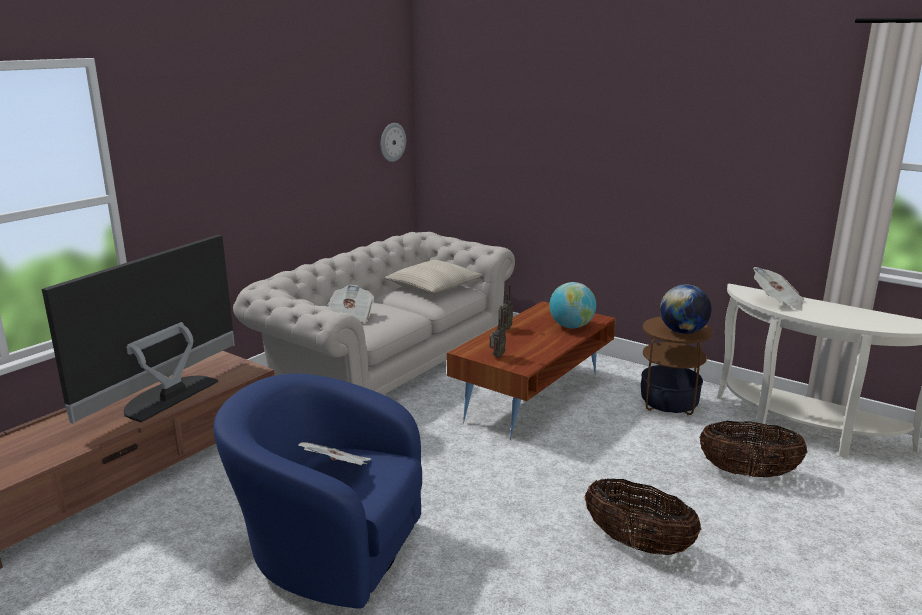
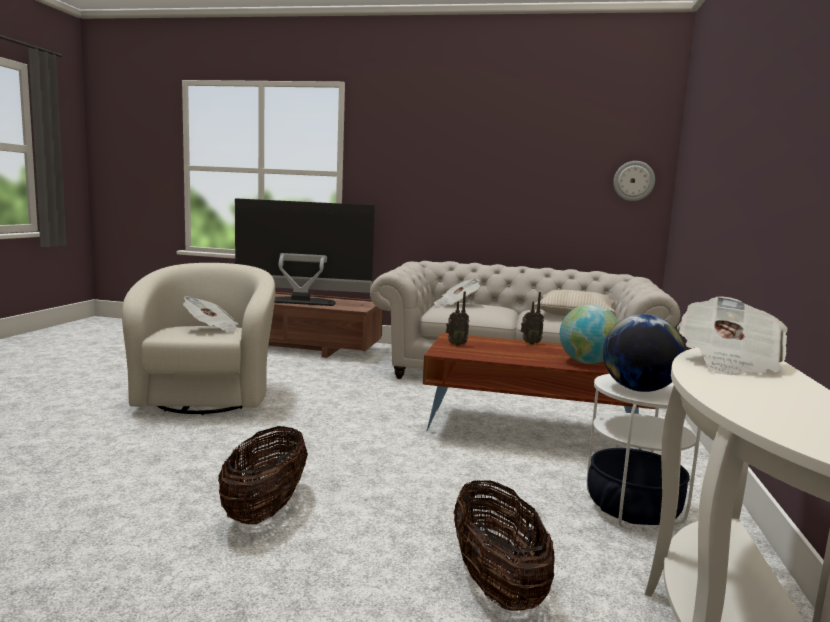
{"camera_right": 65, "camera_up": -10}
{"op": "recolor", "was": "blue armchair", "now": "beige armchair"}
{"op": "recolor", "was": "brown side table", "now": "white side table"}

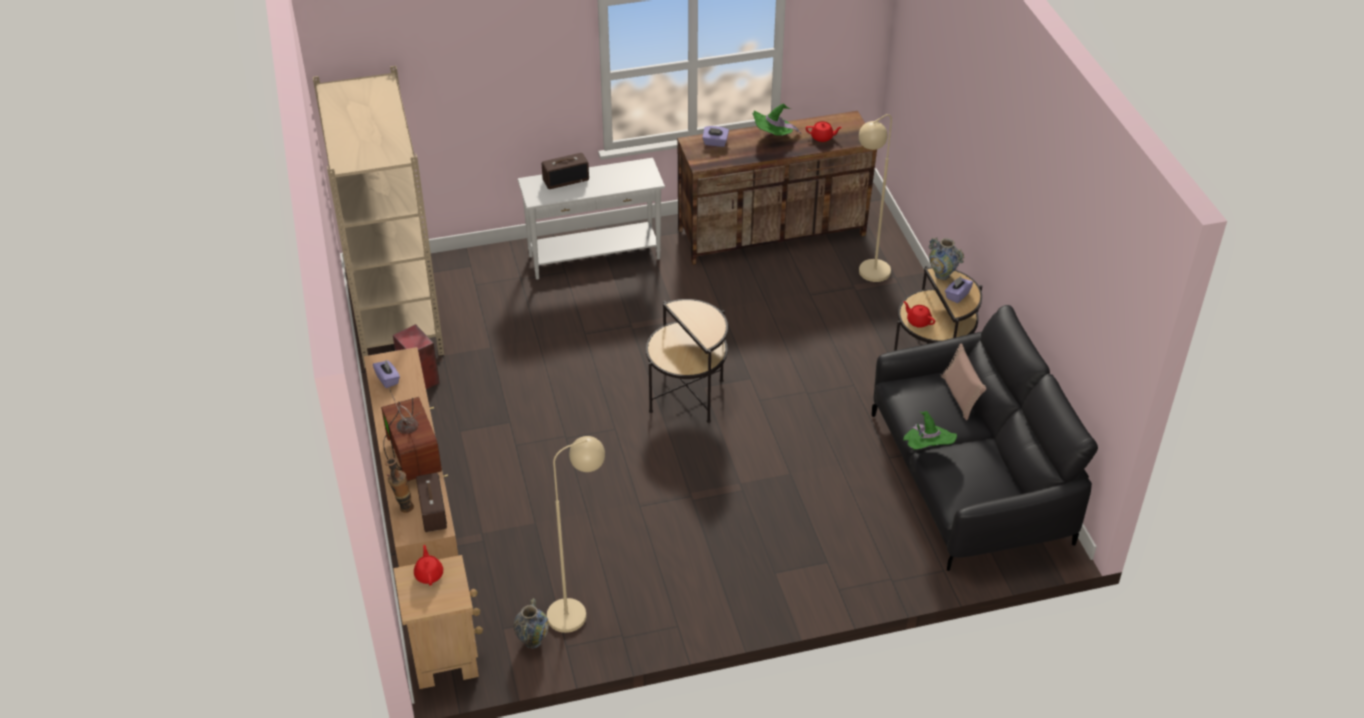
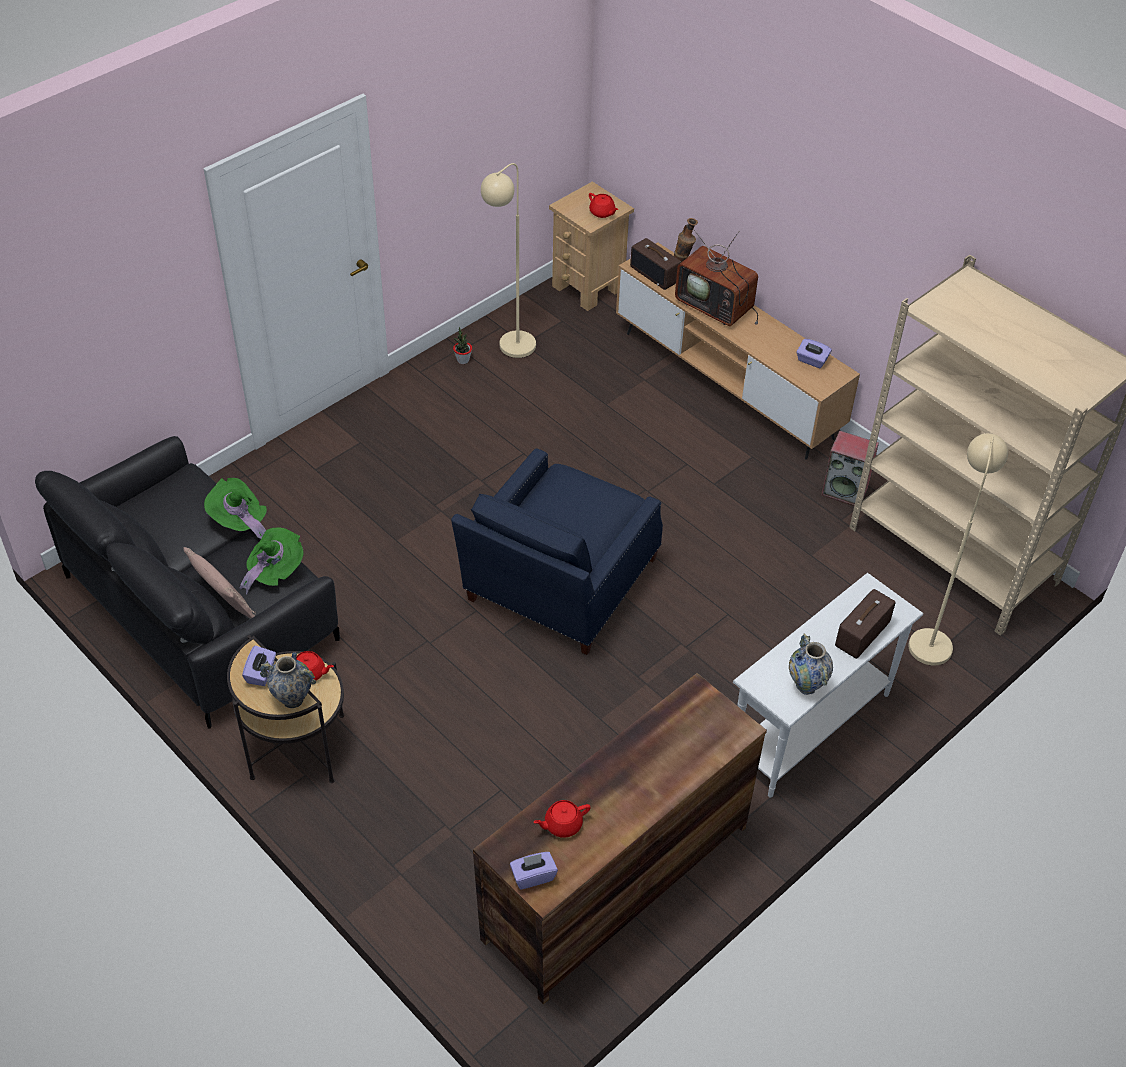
{"camera_right": 150, "camera_up": 5}
{"op": "insert", "now": "potted plant"}
{"op": "move", "was": "vase (2nd from left in the first image)", "now": "vase (3rd from left)"}
{"op": "move", "was": "purple tissue box (2nd from left)"}
{"op": "move", "was": "green hat (1st from left in the first image)", "now": "green hat (2nd from left)"}
{"op": "move", "was": "beige floor lamp (2nd from left)"}
{"op": "replace", "was": "side table (1st from left)", "now": "blue armchair"}

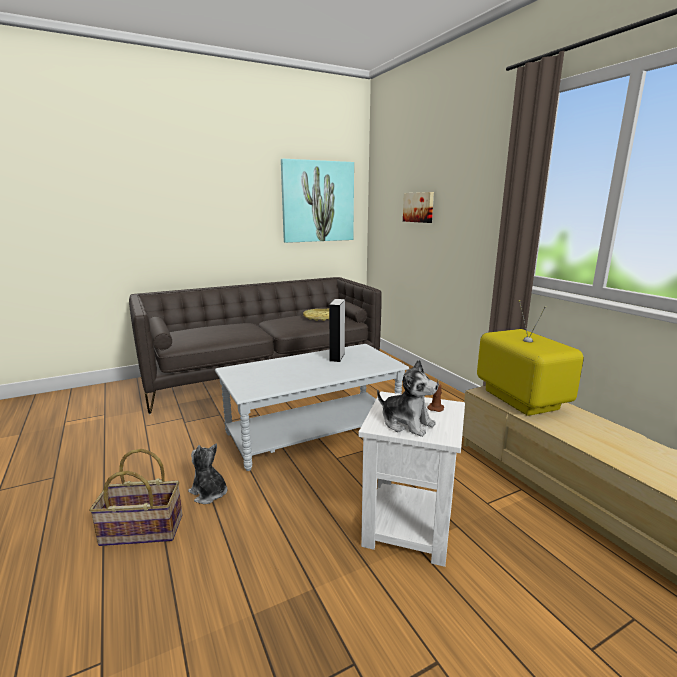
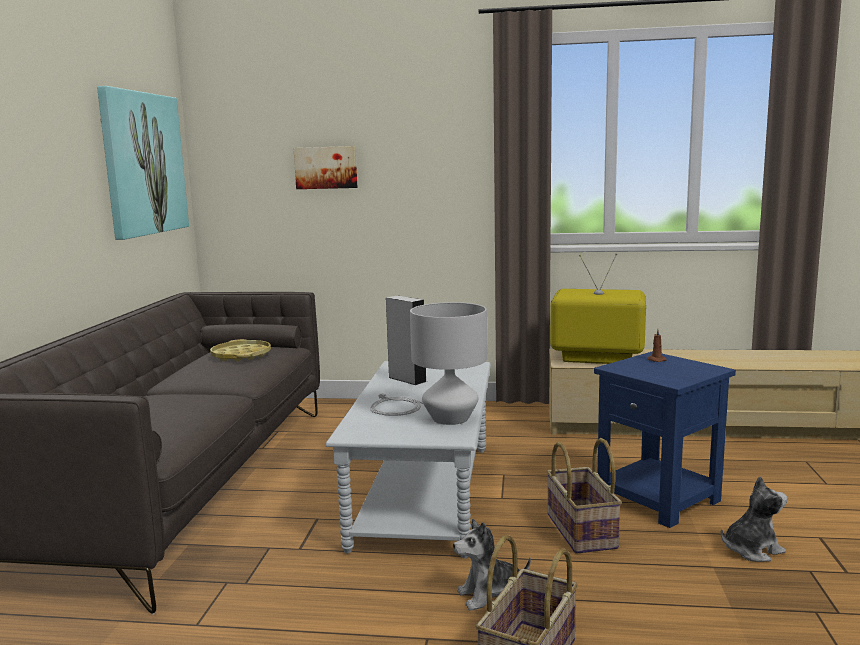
{"camera_right": -55, "camera_up": -5}
{"op": "insert", "now": "white table lamp"}
{"op": "insert", "now": "basket (2nd from left)"}
{"op": "move", "was": "plush toy (2nd from left)"}
{"op": "recolor", "was": "white side table", "now": "blue side table"}

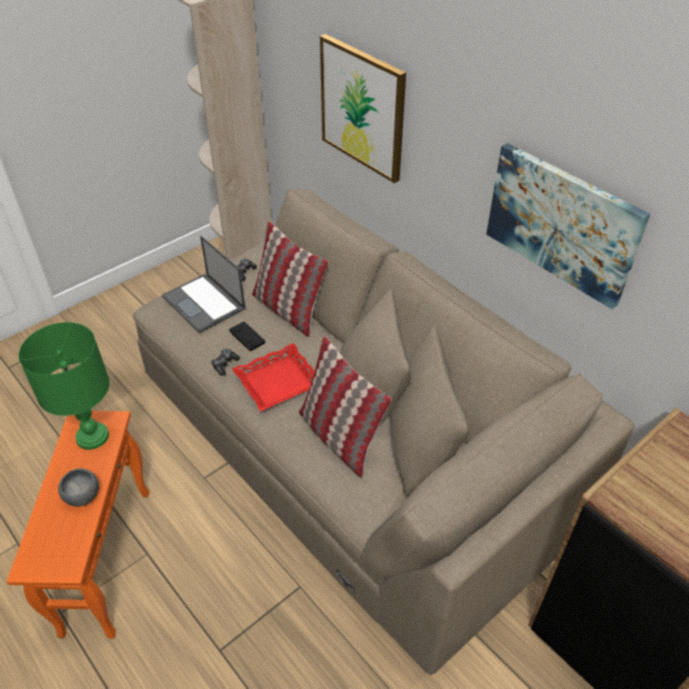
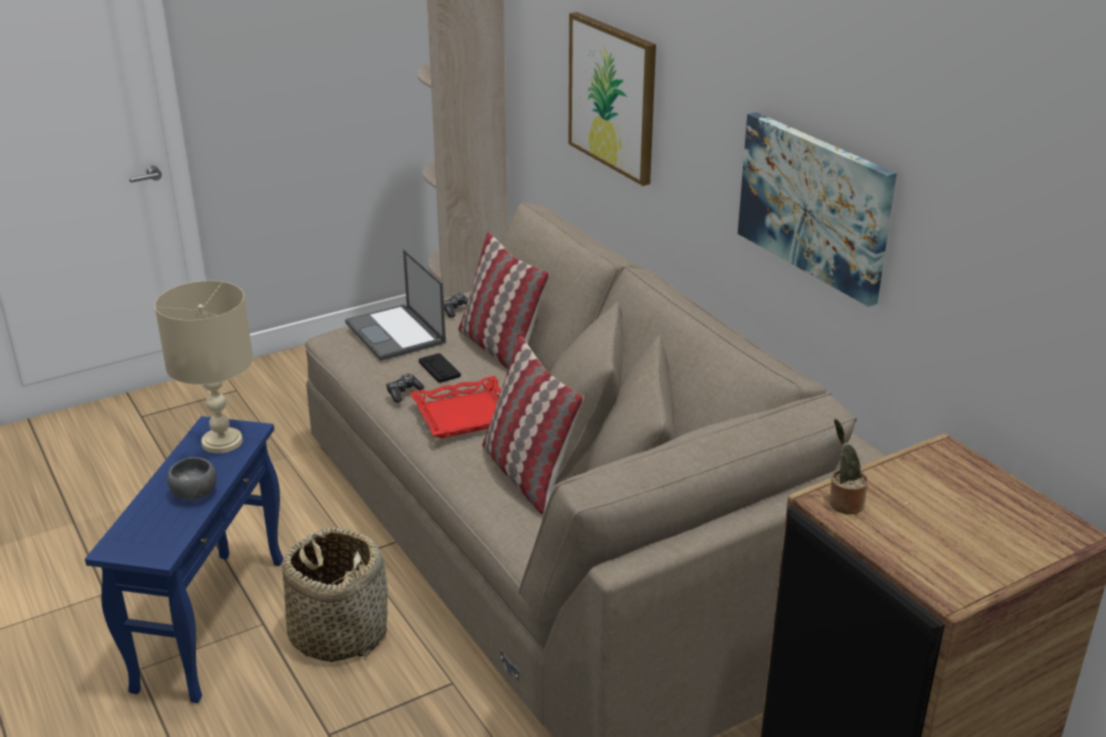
{"camera_right": 10, "camera_up": -15}
{"op": "insert", "now": "basket"}
{"op": "insert", "now": "potted plant"}
{"op": "recolor", "was": "orange side table", "now": "blue side table"}
{"op": "recolor", "was": "green table lamp", "now": "beige table lamp"}

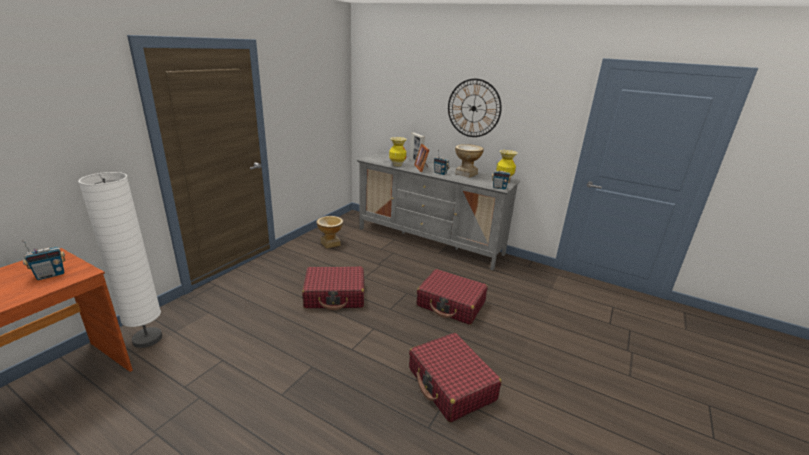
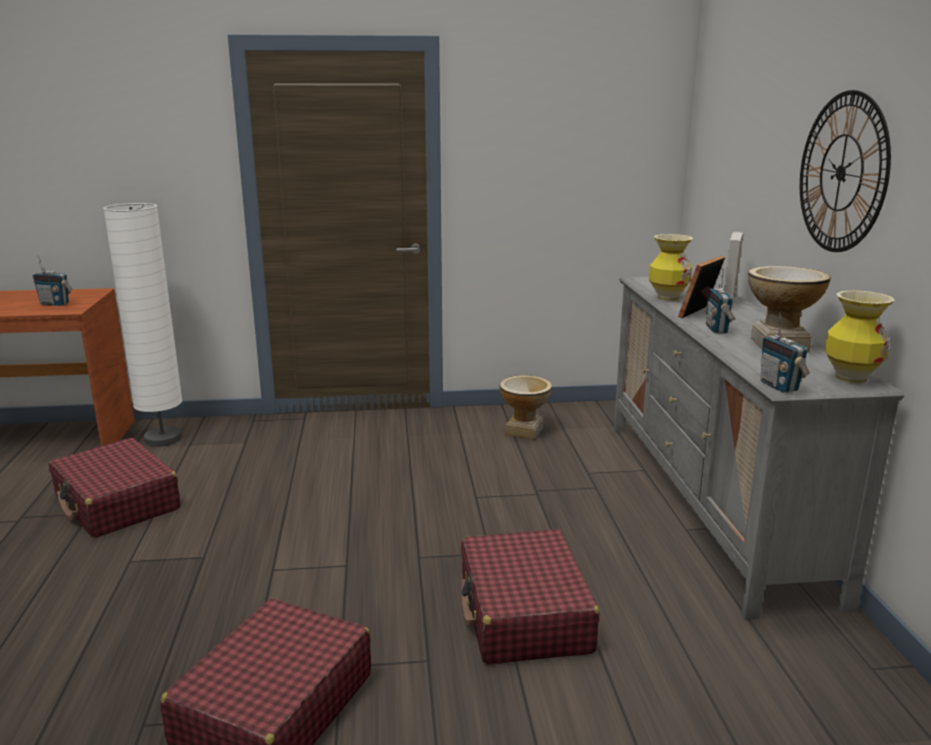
{"camera_right": 55, "camera_up": -5}
{"op": "move", "was": "red suitcase (1st from left)"}

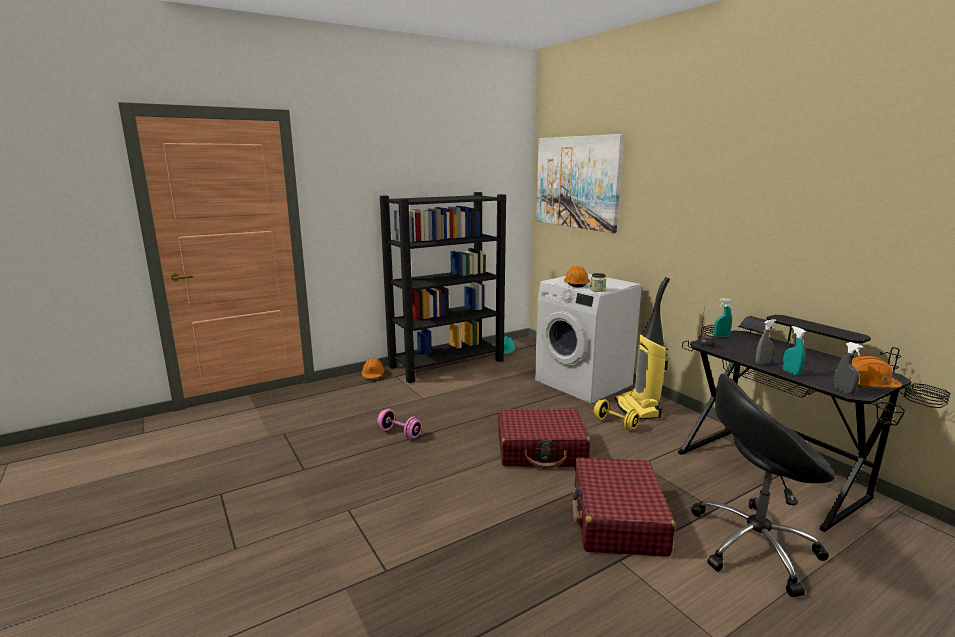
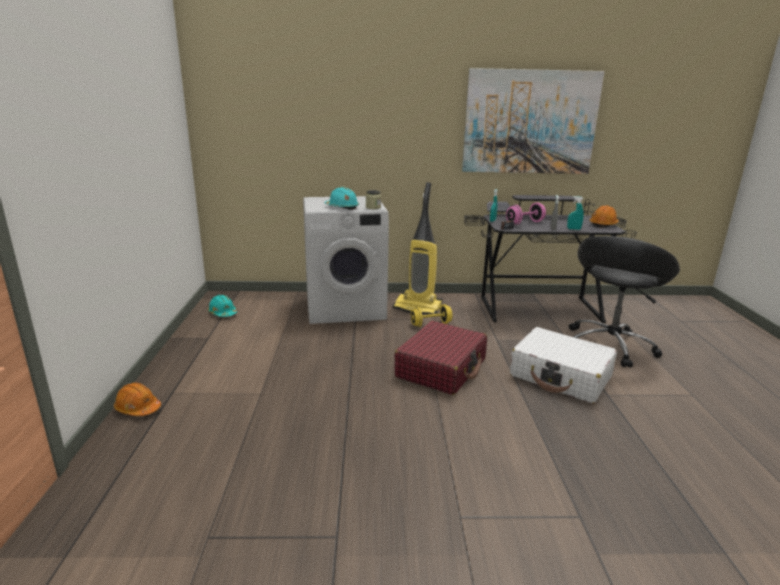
{"camera_right": -60, "camera_up": 5}
{"op": "delete", "was": "black bookcase"}
{"op": "delete", "was": "grey spray bottle (2nd from left)"}
{"op": "move", "was": "pink dumbbell"}
{"op": "move", "was": "picture"}
{"op": "recolor", "was": "orange hard hat (2nd from left)", "now": "turquoise hard hat (2nd from left)"}
{"op": "recolor", "was": "red suitcase (2nd from left)", "now": "white suitcase"}

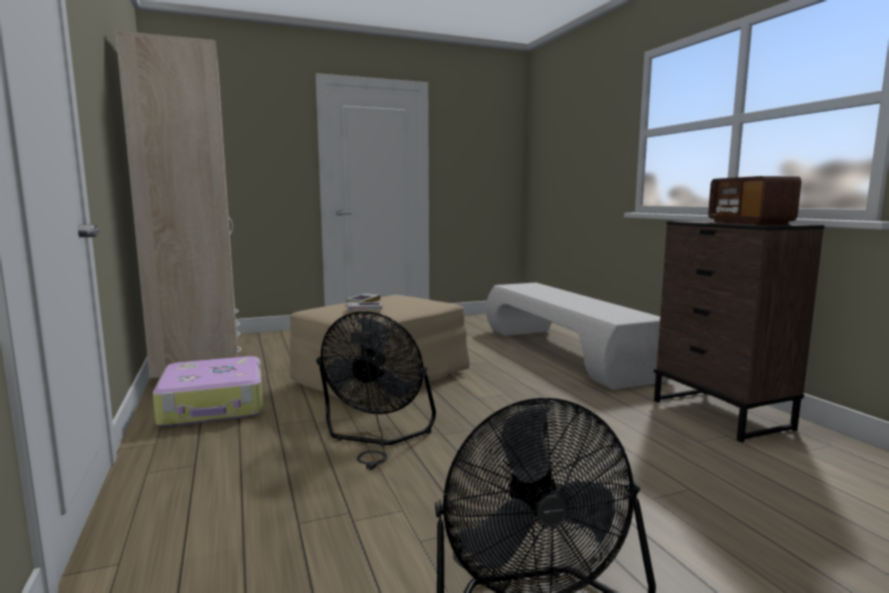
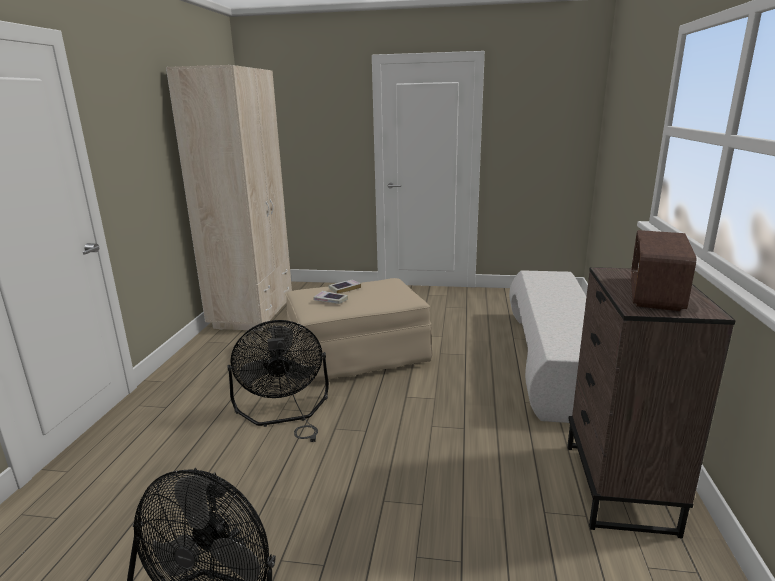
{"camera_right": 30, "camera_up": 10}
{"op": "delete", "was": "suitcase"}
{"op": "rotate", "was": "black fan (1st from left in the first image)", "clockwise": -60}

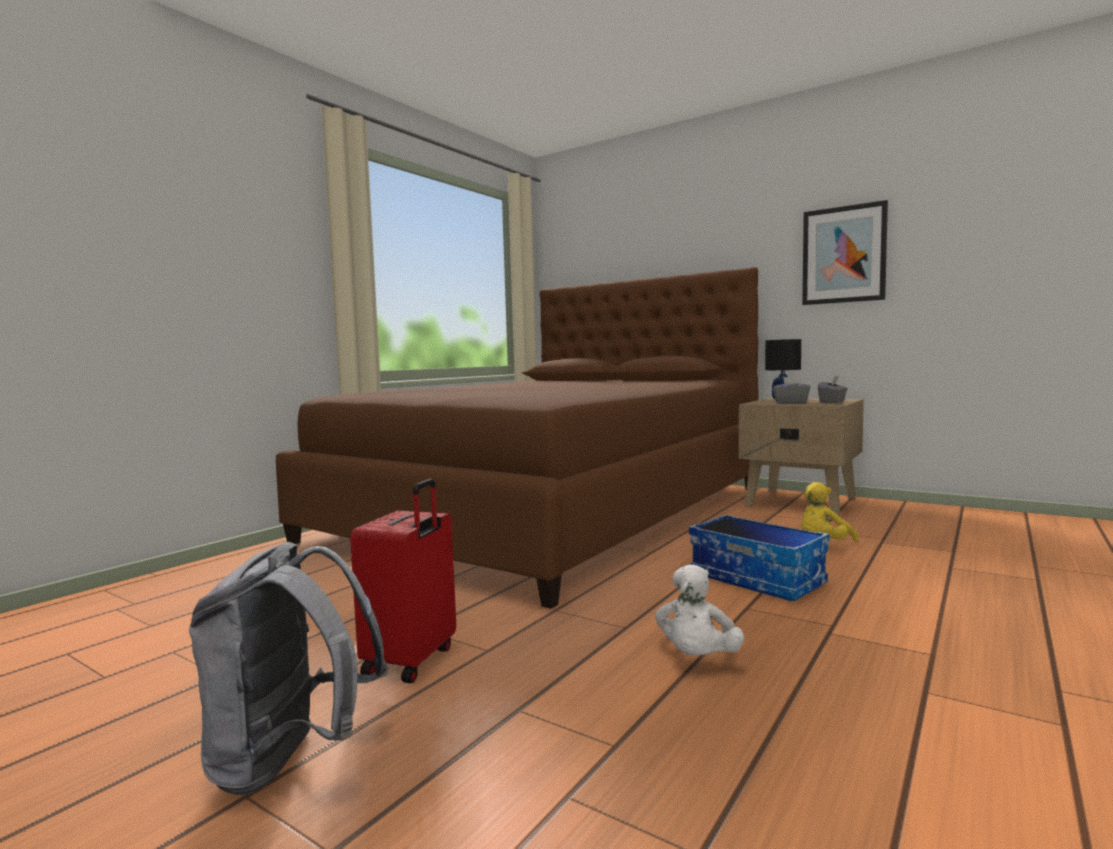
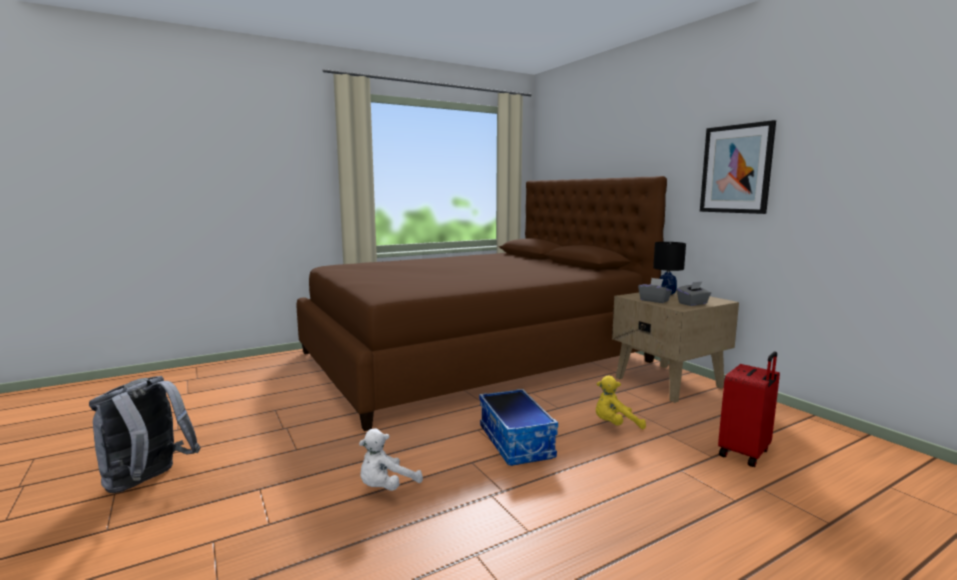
{"camera_right": 25, "camera_up": 5}
{"op": "move", "was": "red suitcase"}

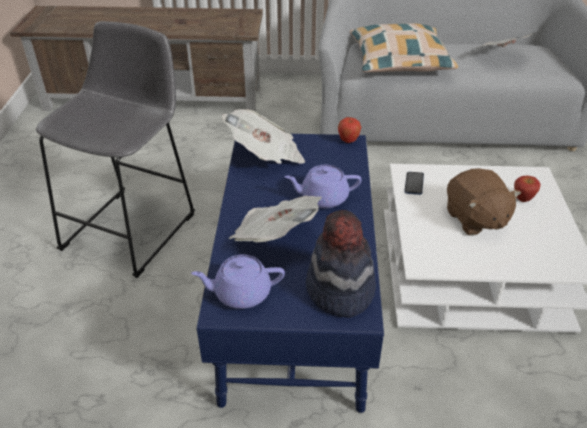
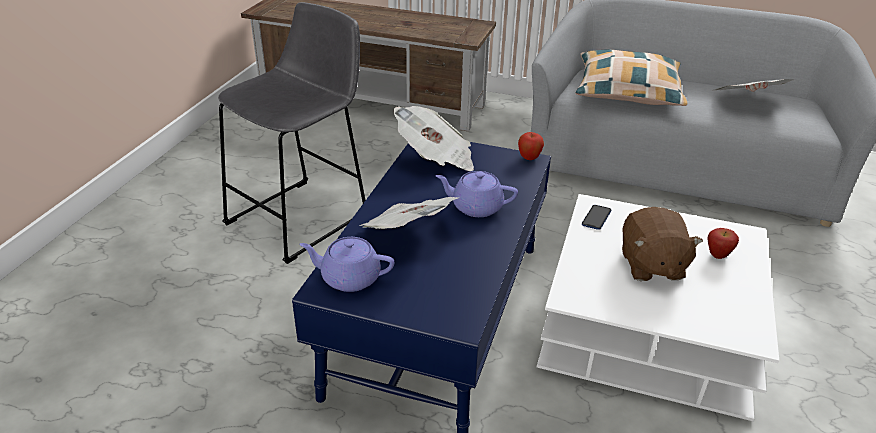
{"camera_right": 15, "camera_up": -5}
{"op": "delete", "was": "hat"}

